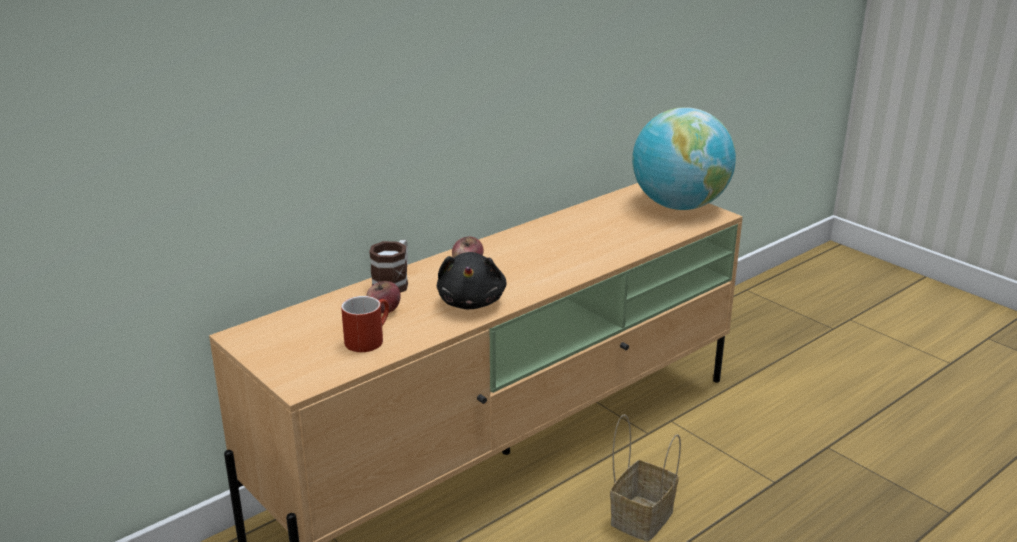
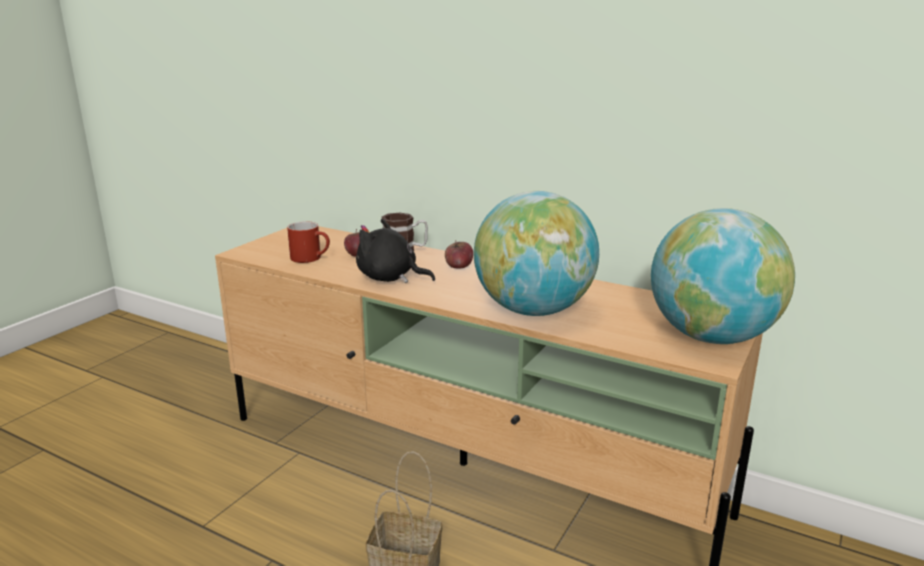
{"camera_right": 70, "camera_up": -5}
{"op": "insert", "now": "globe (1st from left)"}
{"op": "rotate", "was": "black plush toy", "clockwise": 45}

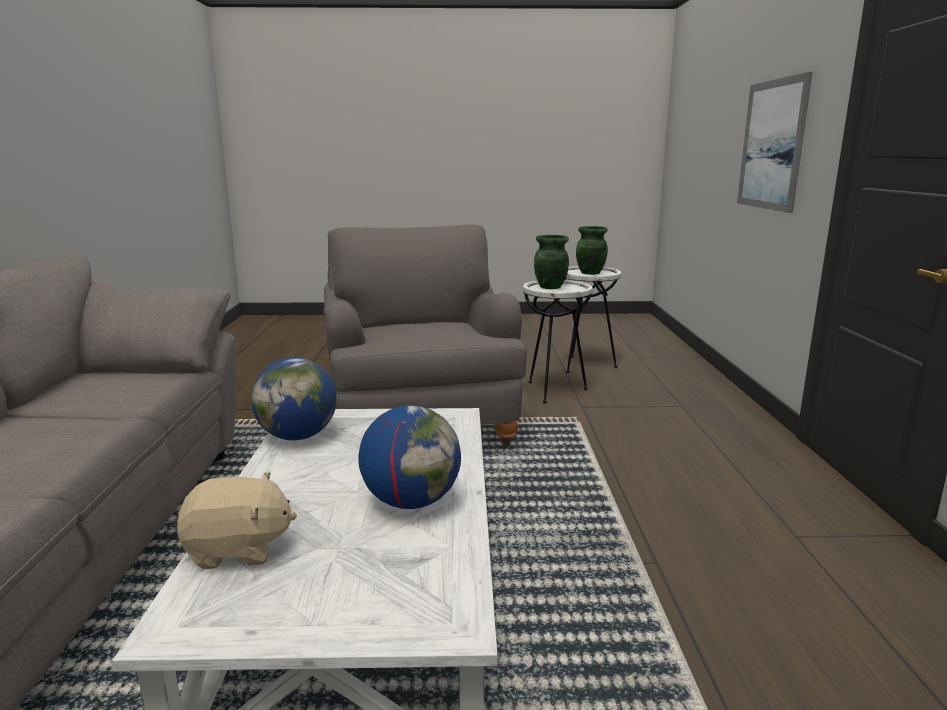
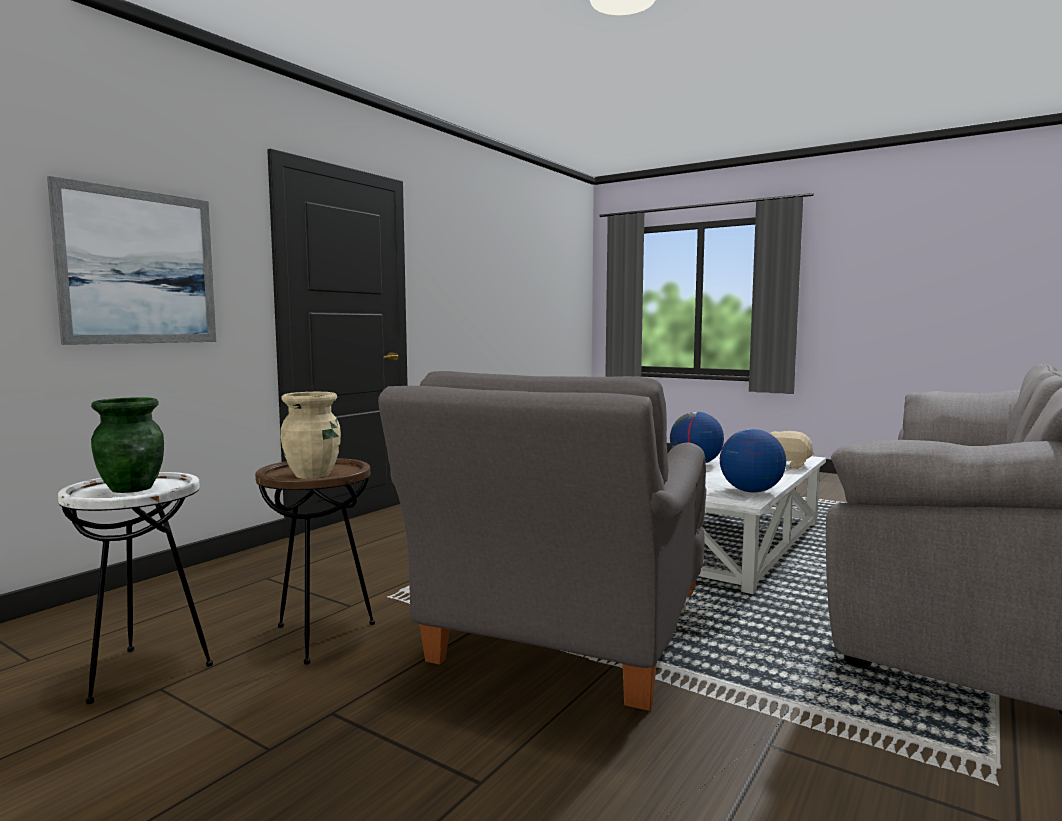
{"camera_right": -145, "camera_up": -10}
{"op": "recolor", "was": "white side table (1st from left)", "now": "brown side table"}
{"op": "recolor", "was": "green vase (1st from left)", "now": "beige vase"}

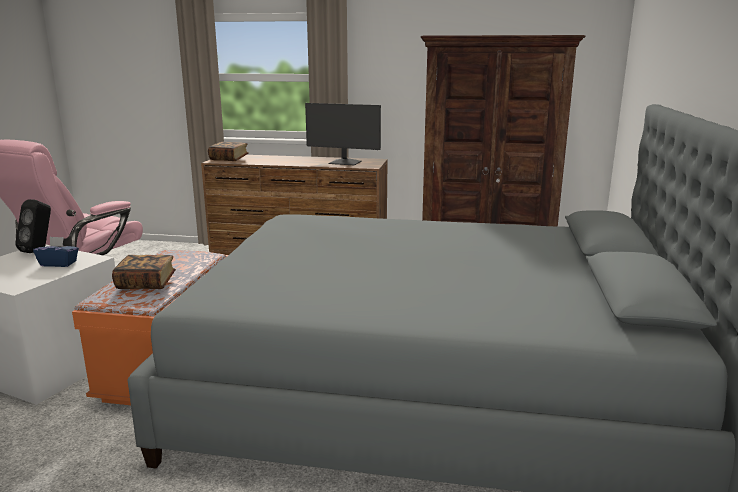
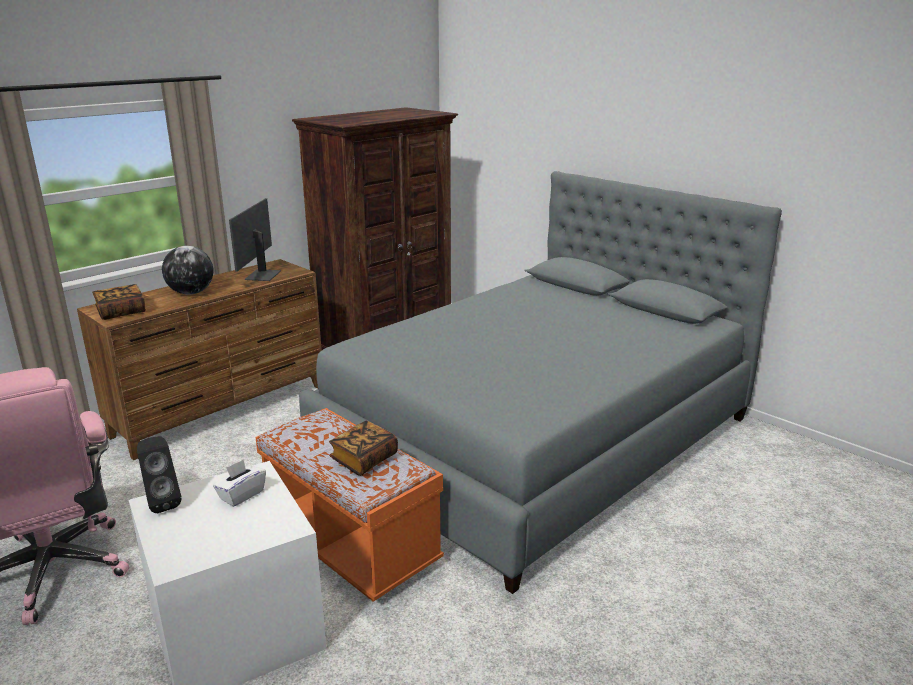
{"camera_right": -55, "camera_up": 5}
{"op": "insert", "now": "globe"}
{"op": "recolor", "was": "blue tissue box", "now": "white tissue box"}
{"op": "rotate", "was": "monitor", "clockwise": 135}

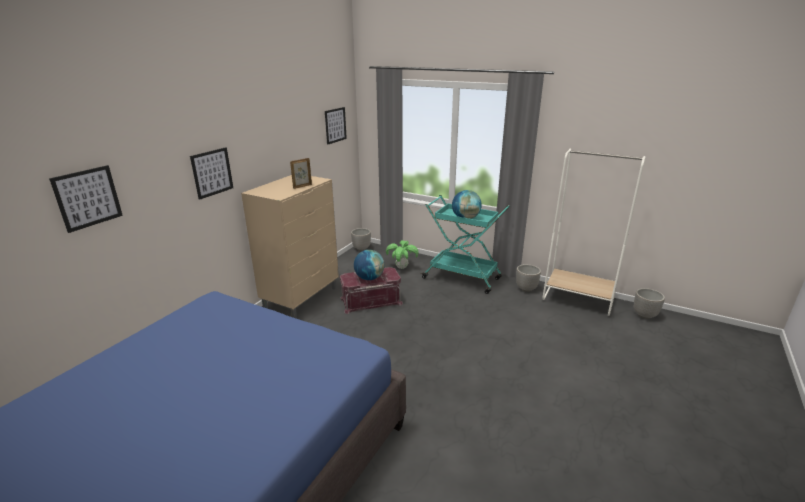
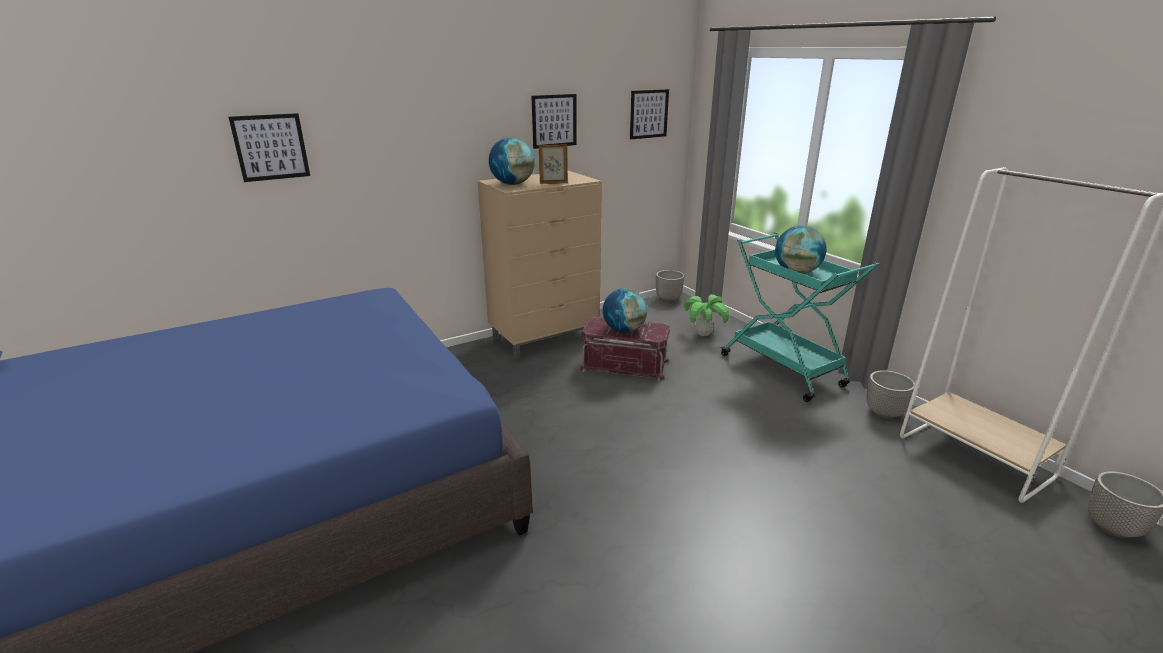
{"camera_right": 30, "camera_up": 0}
{"op": "insert", "now": "globe (1st from left)"}
{"op": "move", "was": "picture (2nd from left)"}

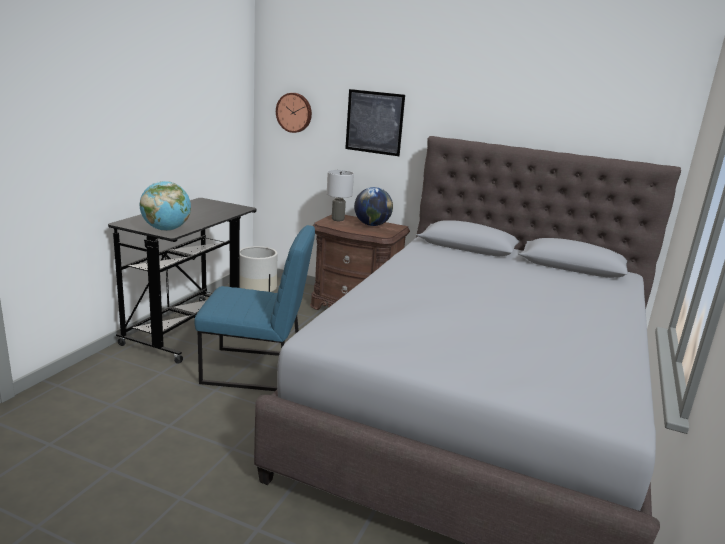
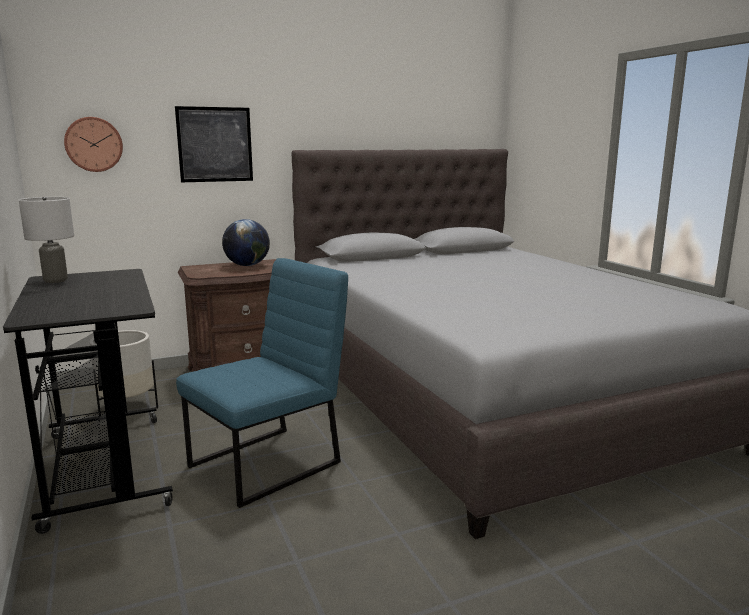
{"camera_right": -45, "camera_up": -5}
{"op": "delete", "was": "globe (1st from left)"}
{"op": "move", "was": "white table lamp"}

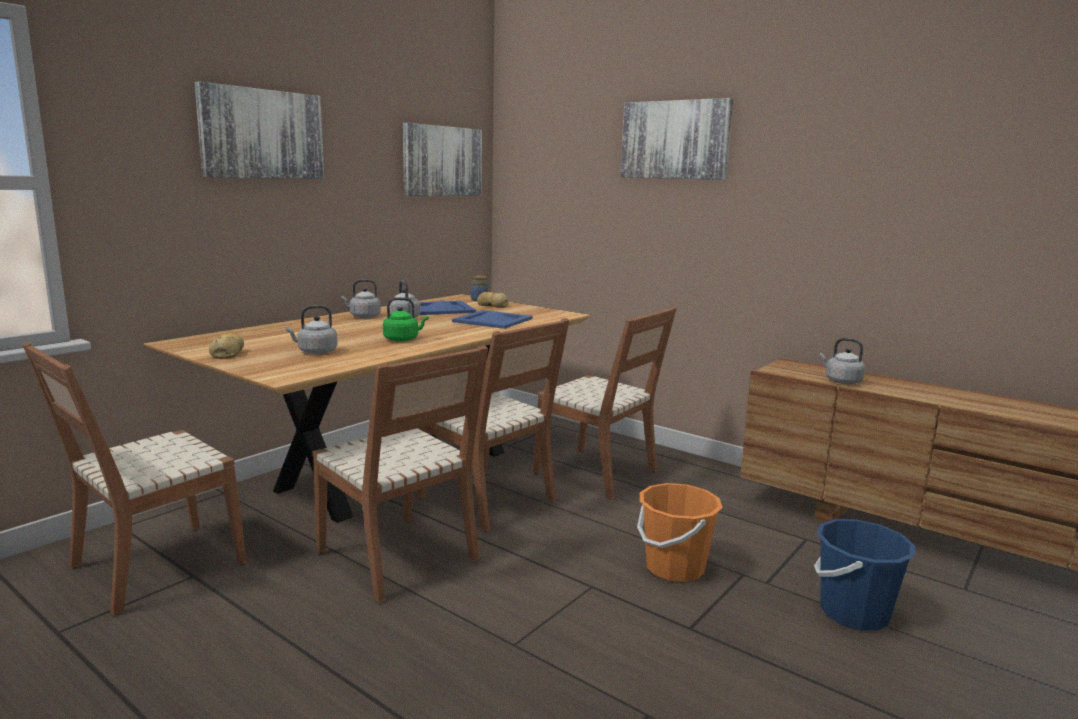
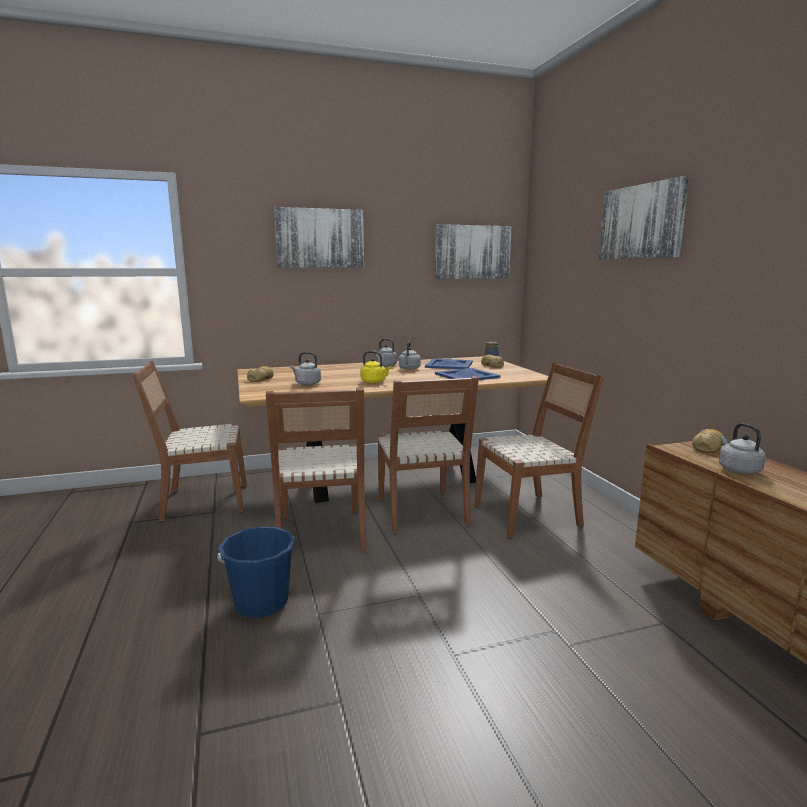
{"camera_right": 35, "camera_up": 0}
{"op": "delete", "was": "orange bucket"}
{"op": "insert", "now": "bread (3rd from left)"}
{"op": "move", "was": "blue bucket"}
{"op": "recolor", "was": "green kettle", "now": "yellow kettle"}
{"op": "rotate", "was": "chair (4th from left)", "clockwise": -90}

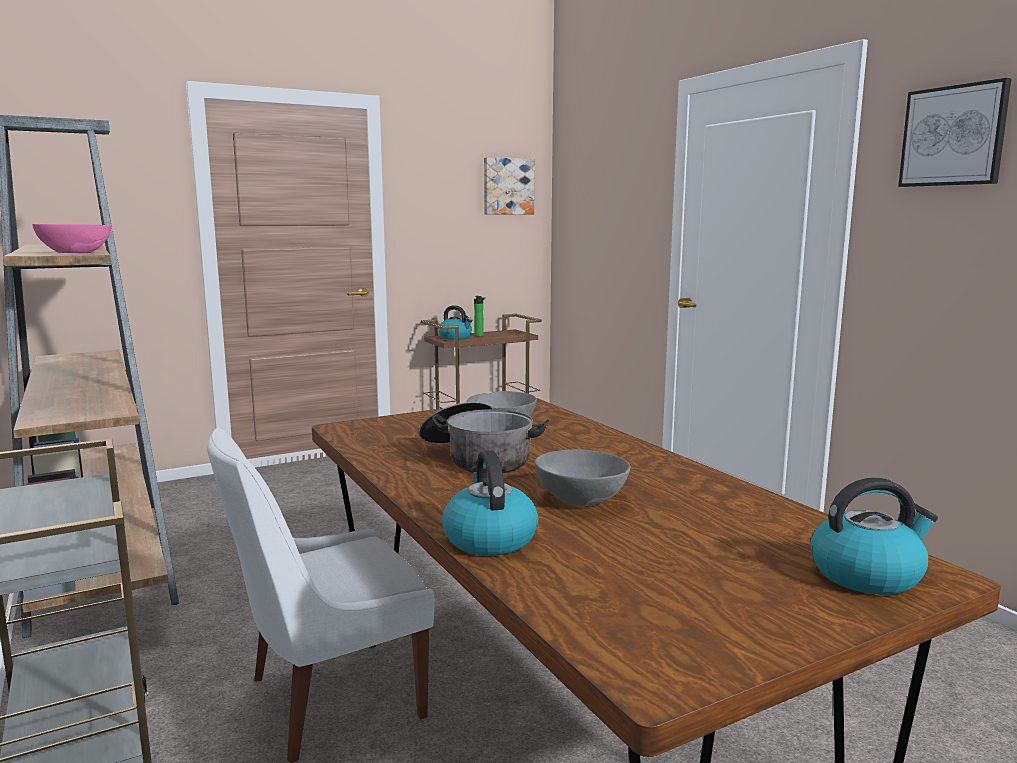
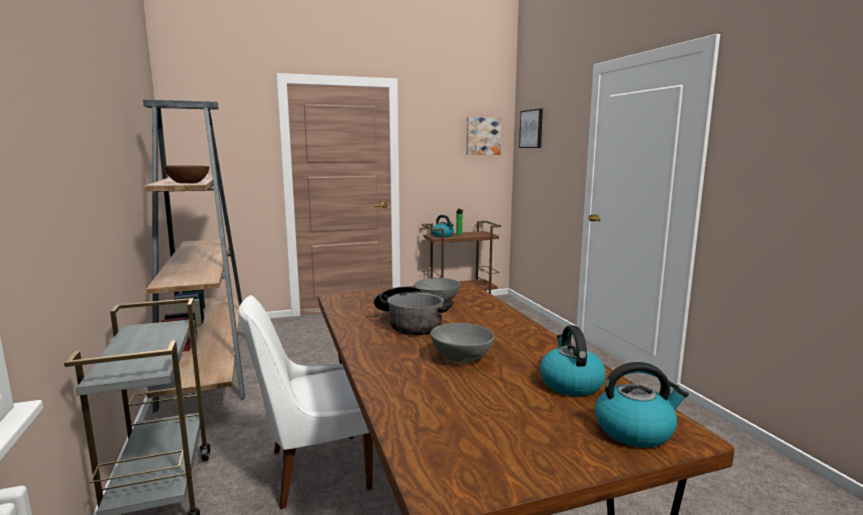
{"camera_right": 10, "camera_up": 0}
{"op": "move", "was": "kettle (2nd from left)"}
{"op": "move", "was": "picture (2nd from left)"}
{"op": "recolor", "was": "pink bowl", "now": "brown bowl"}

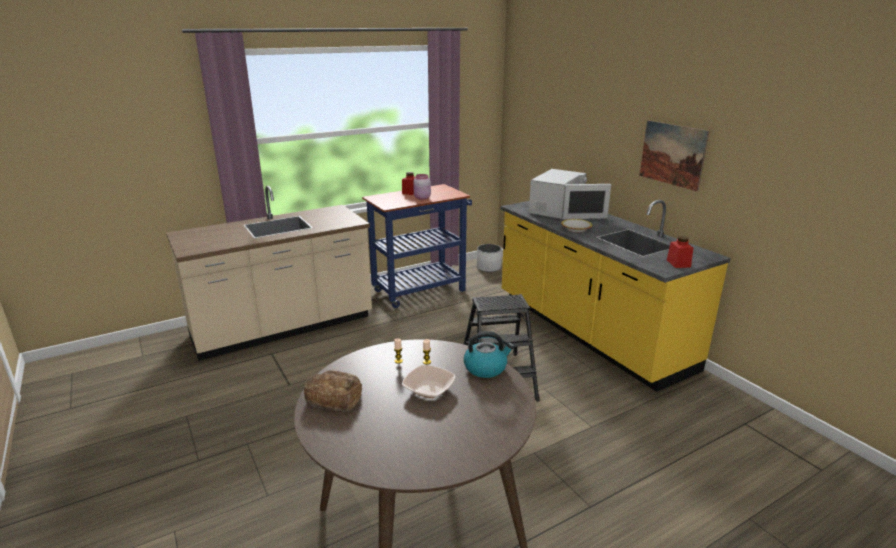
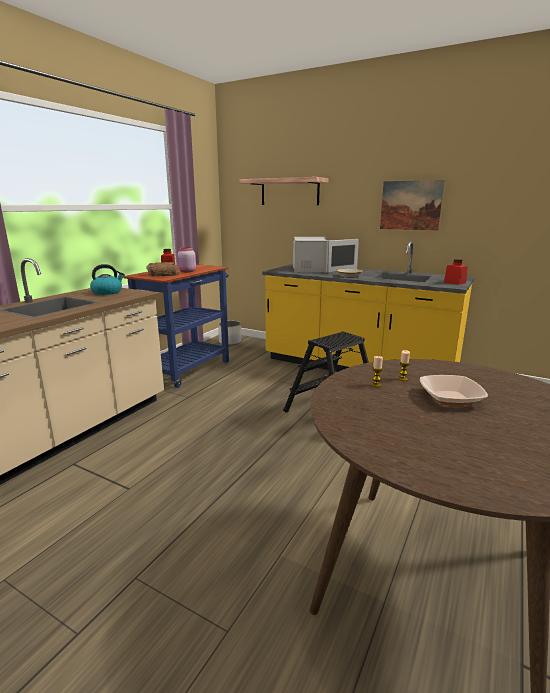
{"camera_right": -30, "camera_up": -5}
{"op": "insert", "now": "shelf"}
{"op": "move", "was": "bread"}
{"op": "move", "was": "kettle"}

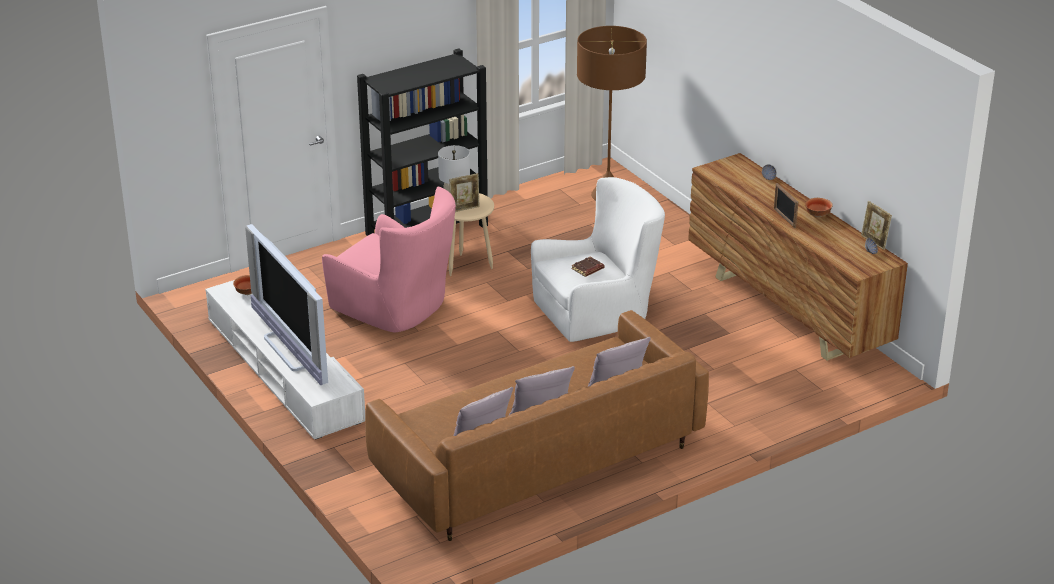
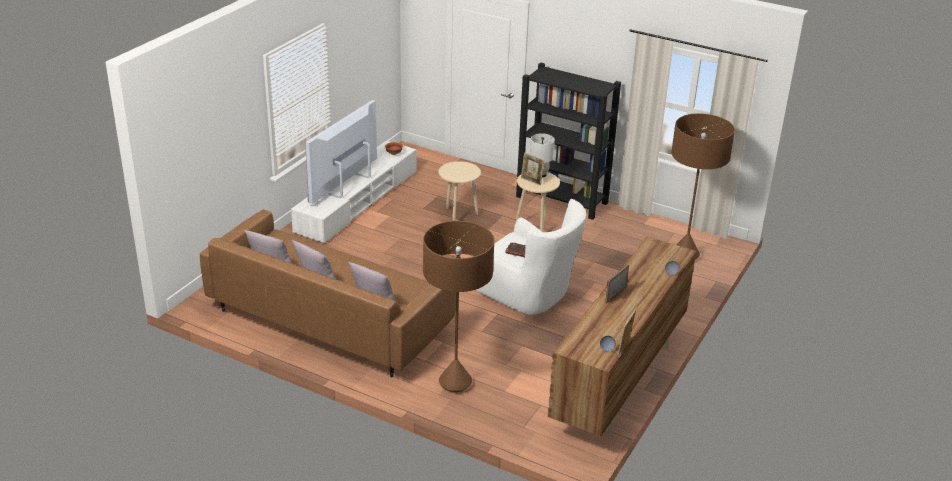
{"camera_right": 60, "camera_up": 0}
{"op": "delete", "was": "bowl (3rd from left)"}
{"op": "insert", "now": "brown floor lamp (1st from left)"}
{"op": "replace", "was": "pink armchair", "now": "beige side table (1st from left)"}

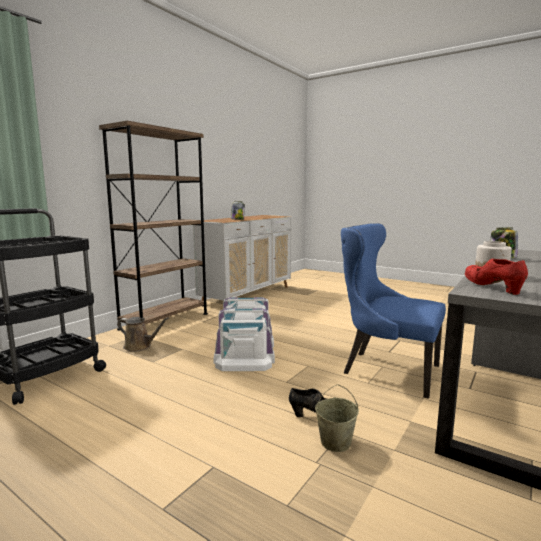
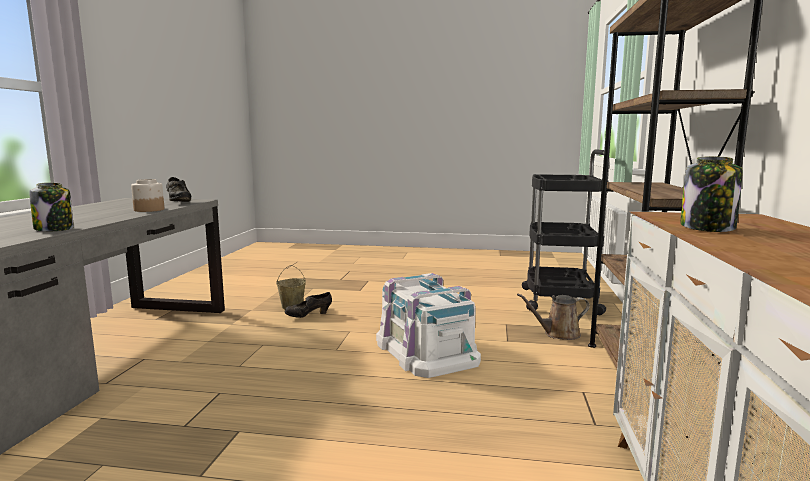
{"camera_right": 155, "camera_up": 0}
{"op": "delete", "was": "blue chair"}
{"op": "recolor", "was": "red shoe", "now": "black shoe (1st from left)"}

